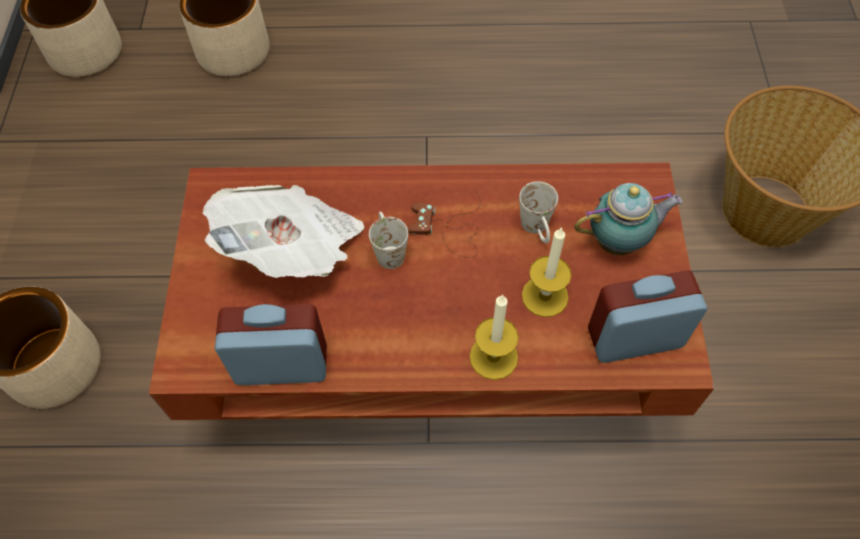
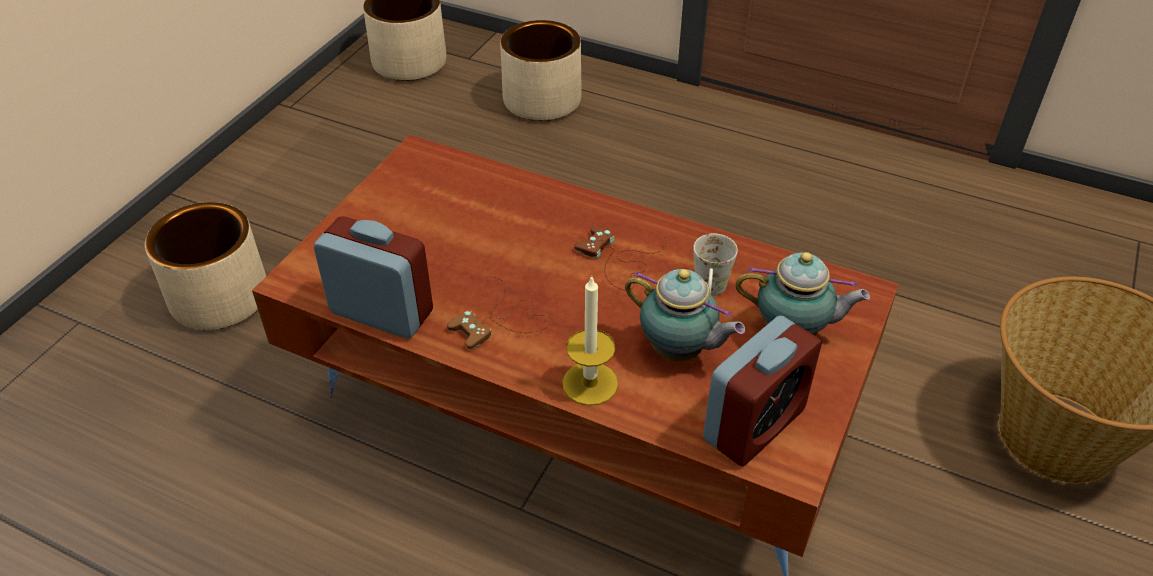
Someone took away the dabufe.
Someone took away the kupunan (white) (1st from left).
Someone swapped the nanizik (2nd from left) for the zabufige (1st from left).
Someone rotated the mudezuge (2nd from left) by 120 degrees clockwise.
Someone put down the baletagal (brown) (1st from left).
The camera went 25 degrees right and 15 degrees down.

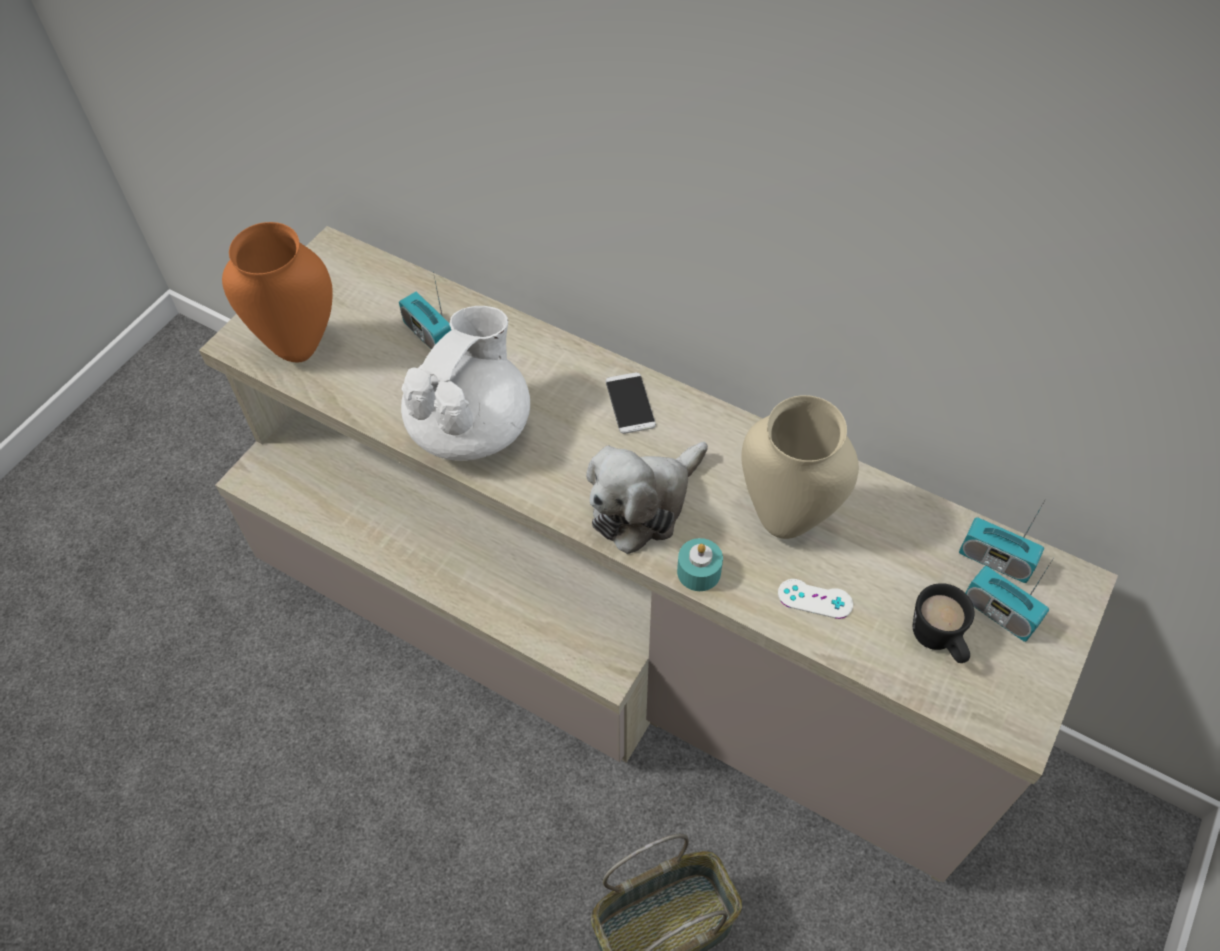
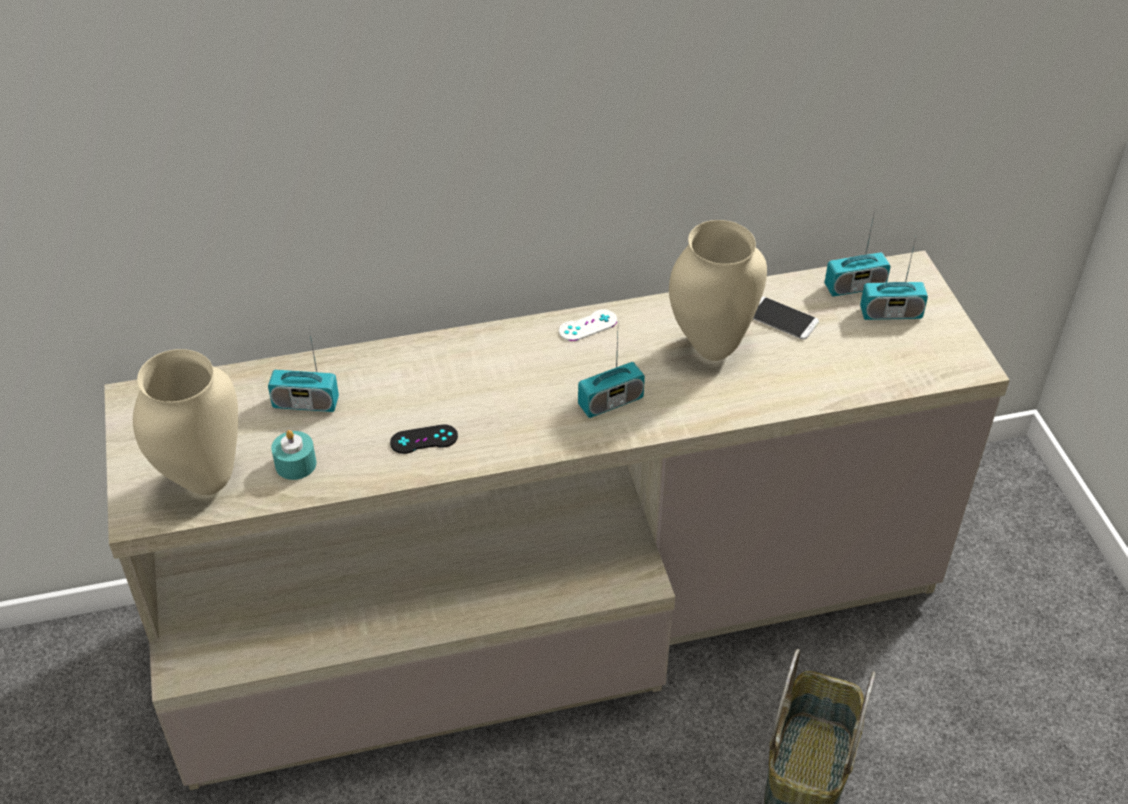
Someone repainted the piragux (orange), which became the piragux (beige) (1st from left).
Someone swapped the zabufige (white) for the baletagal (black).
Someone swapped the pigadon for the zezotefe (2nd from left).
Someone carried the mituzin.
Someone carried the nanizik (turquoise).
Someone carried the baletagal (white).
Someone took away the kupunan (black).
The camera went 45 degrees left and 10 degrees down.

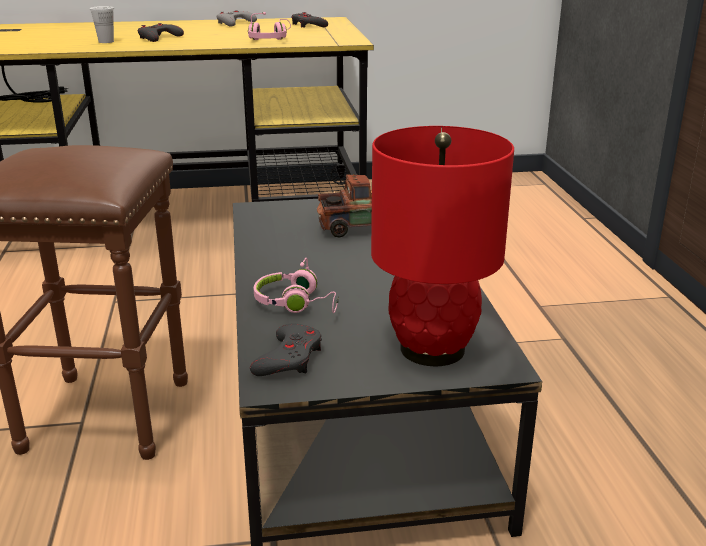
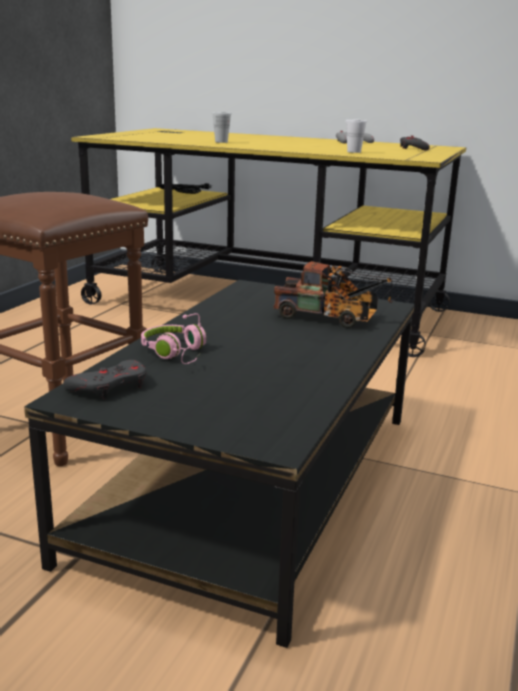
Someone took away the baletagal (grey) (1st from left).
Someone swapped the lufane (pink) (1st from left) for the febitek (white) (2nd from left).
Someone took away the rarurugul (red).
The camera went 30 degrees right and 5 degrees down.

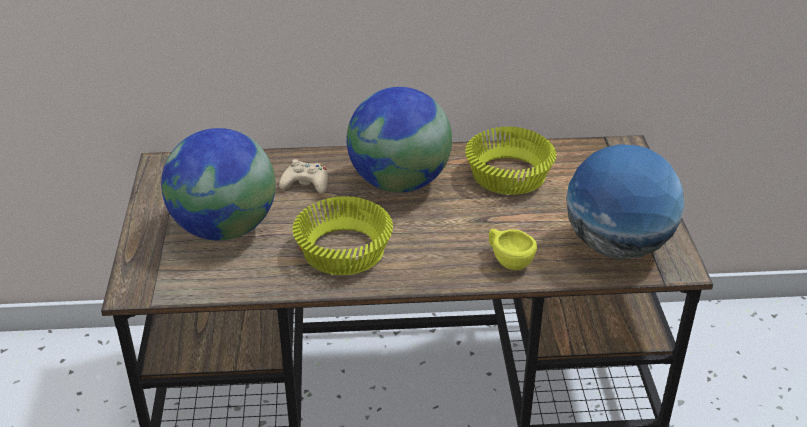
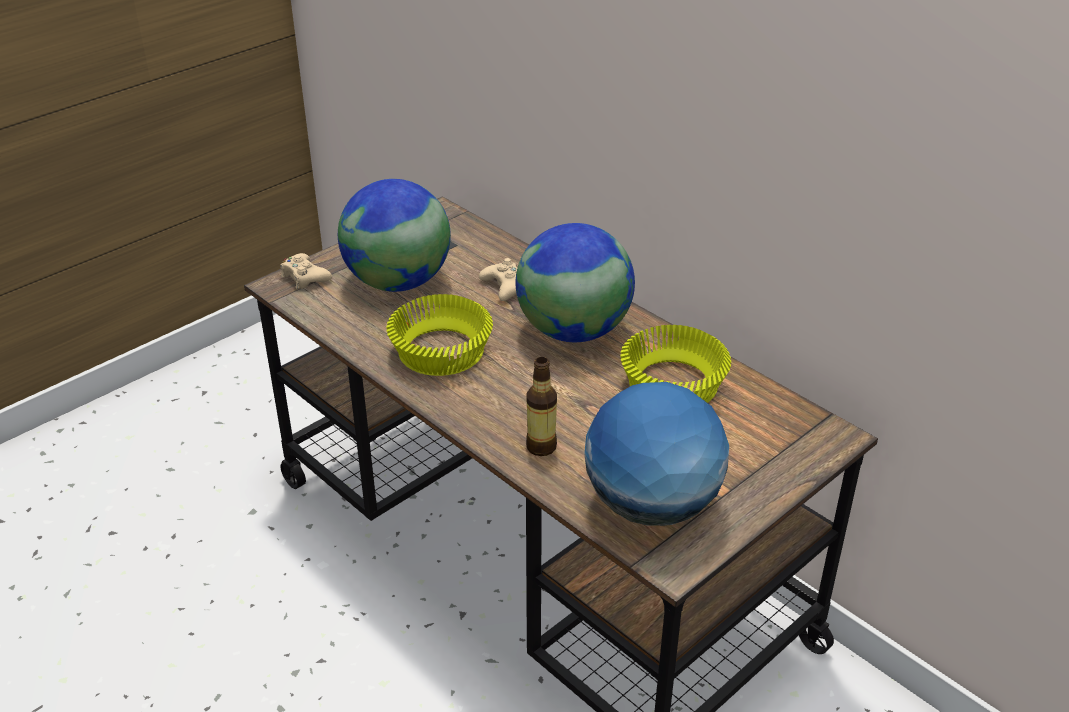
Someone swapped the febitek (yellow) for the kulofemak.
Someone put down the baletagal (beige) (1st from left).
The camera went 50 degrees right and 0 degrees up.

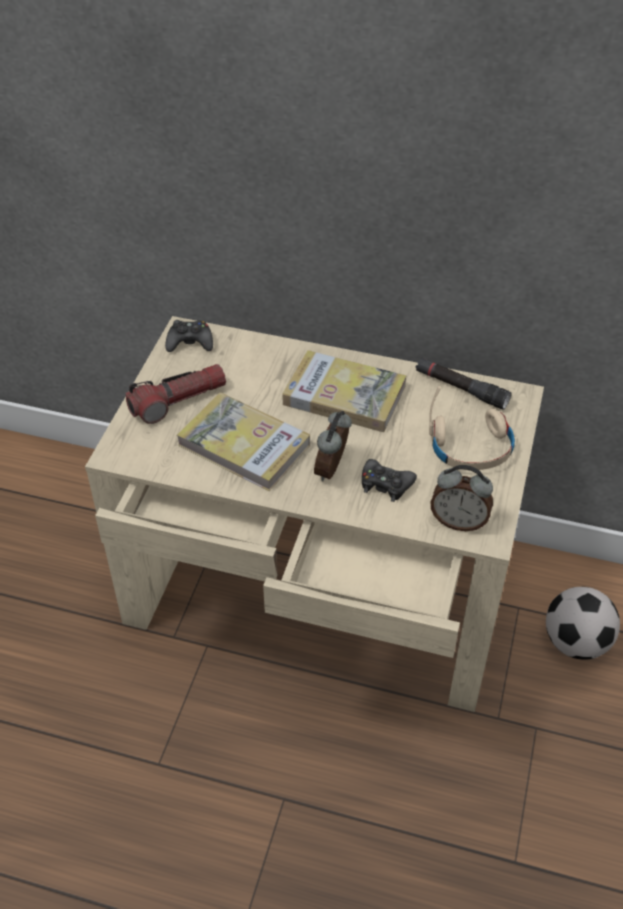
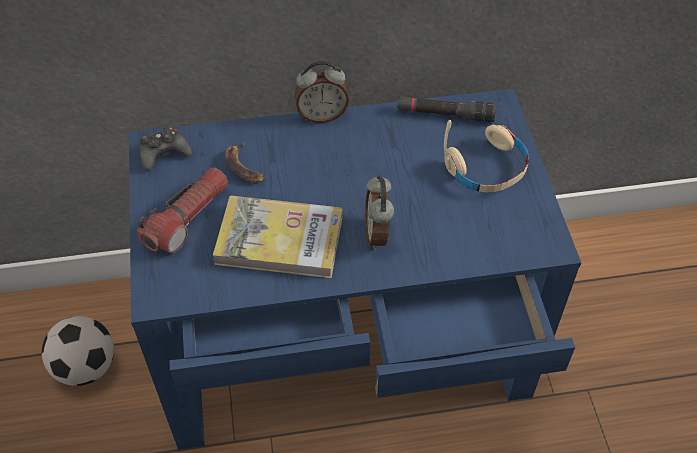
Someone repainted the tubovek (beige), which became the tubovek (blue).
Someone took away the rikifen (2nd from left).
Someone took away the baletagal (black) (2nd from left).
Someone carried the mudezuge (2nd from left in the first image).
Someone carried the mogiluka.
Someone put down the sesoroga.
The camera went 25 degrees left and 5 degrees up.

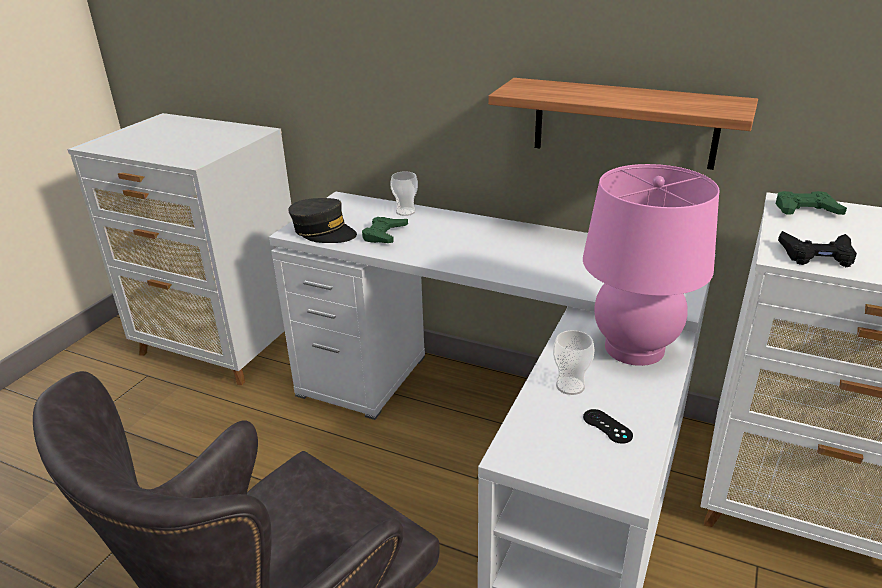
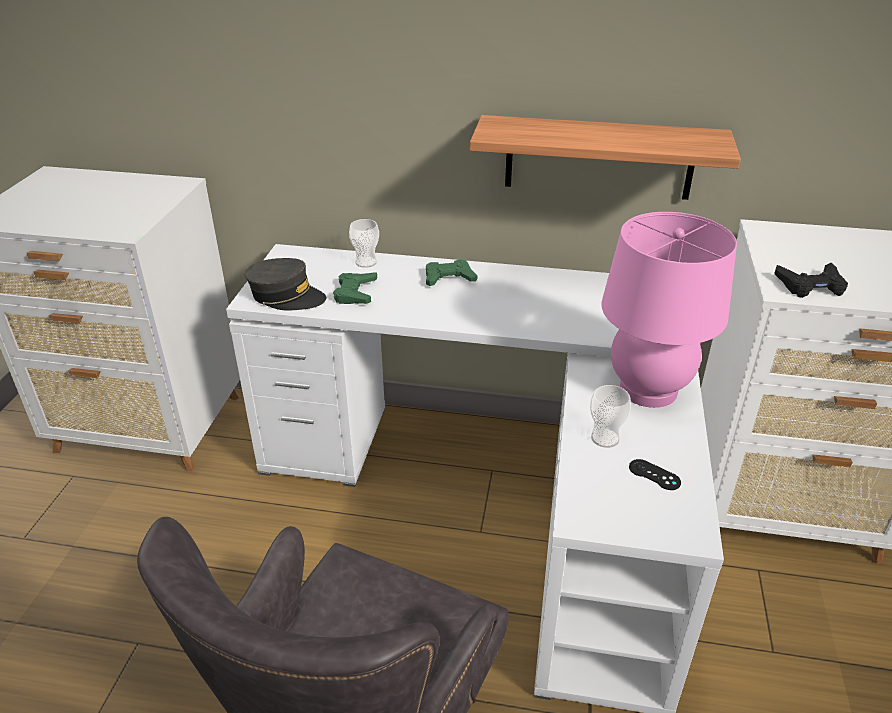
Someone carried the baletagal (green) (2nd from left).
The camera went 15 degrees left and 5 degrees up.

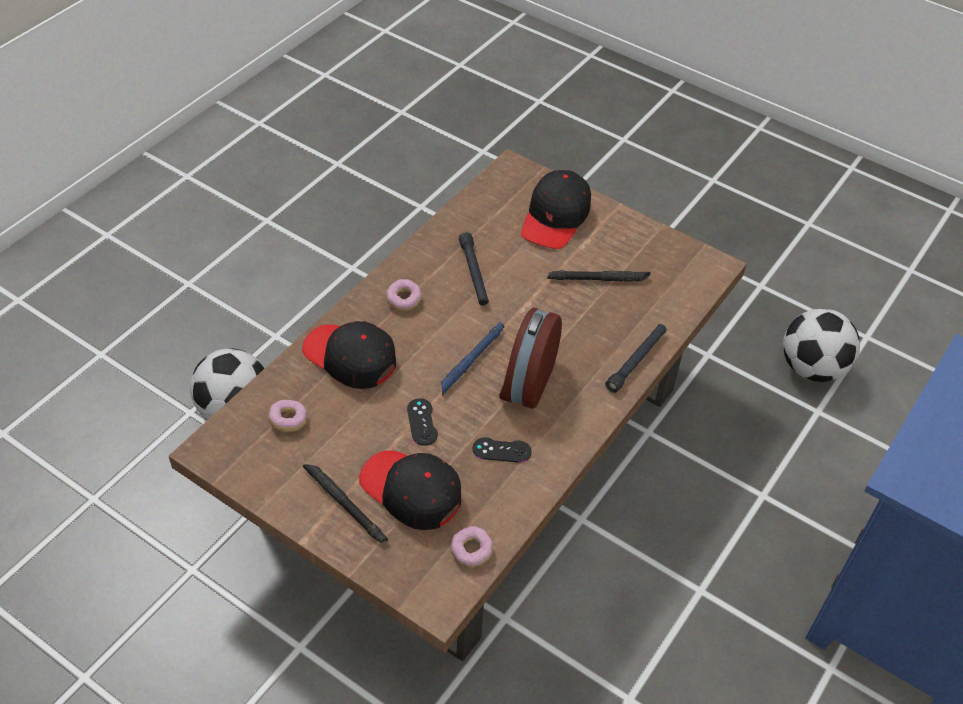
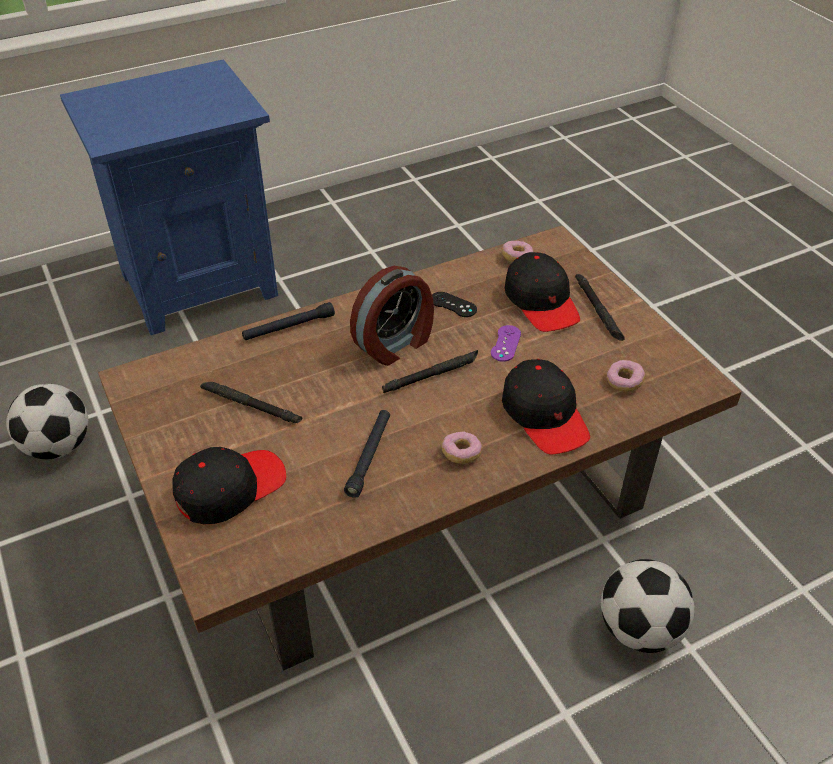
Someone repainted the baletagal (black) (1st from left), which became the baletagal (purple).
Someone repainted the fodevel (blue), which became the fodevel (black) (4th from left).
The camera went 150 degrees left and 5 degrees down.

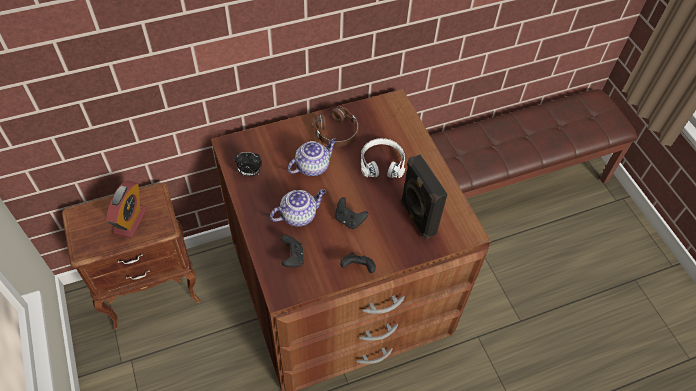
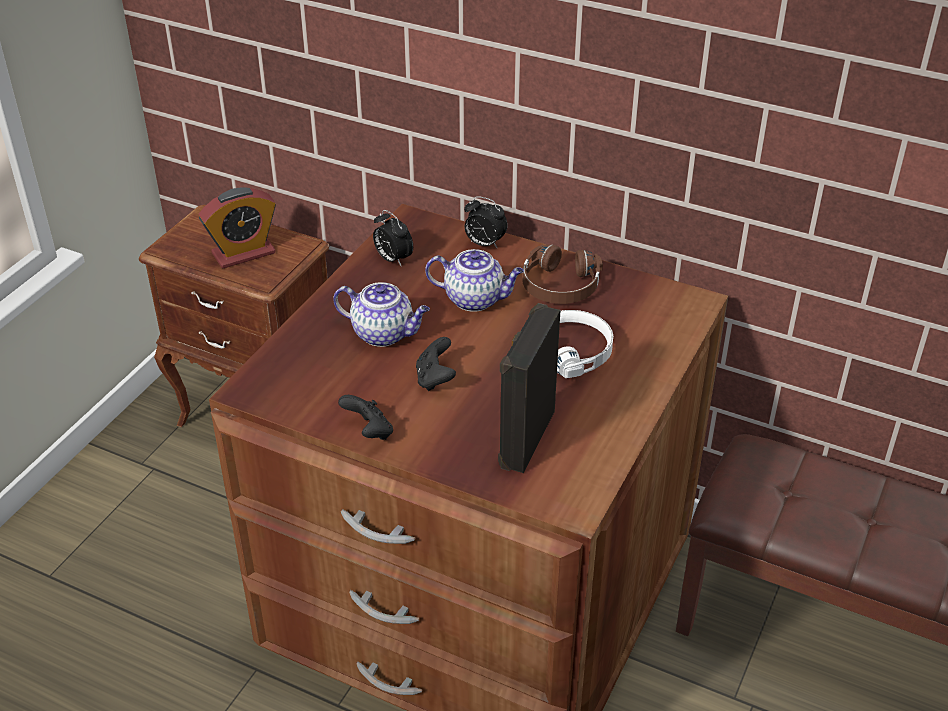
Someone took away the baletagal (black) (1st from left).
Someone put down the mudezuge (3rd from left).
The camera went 50 degrees right and 15 degrees down.

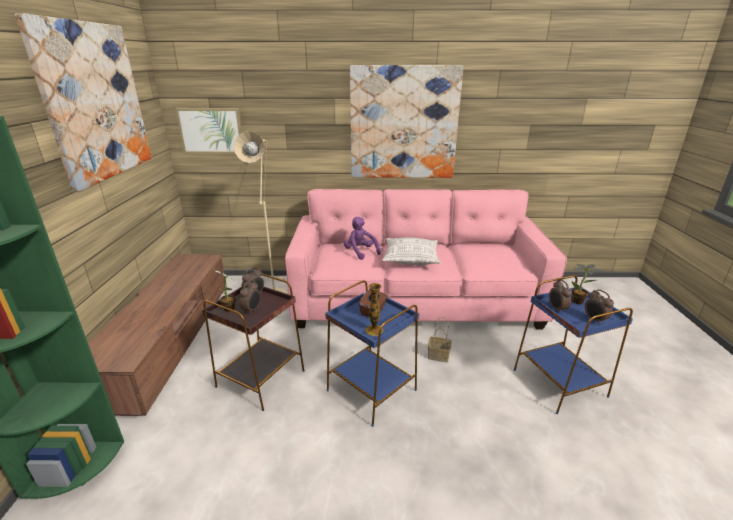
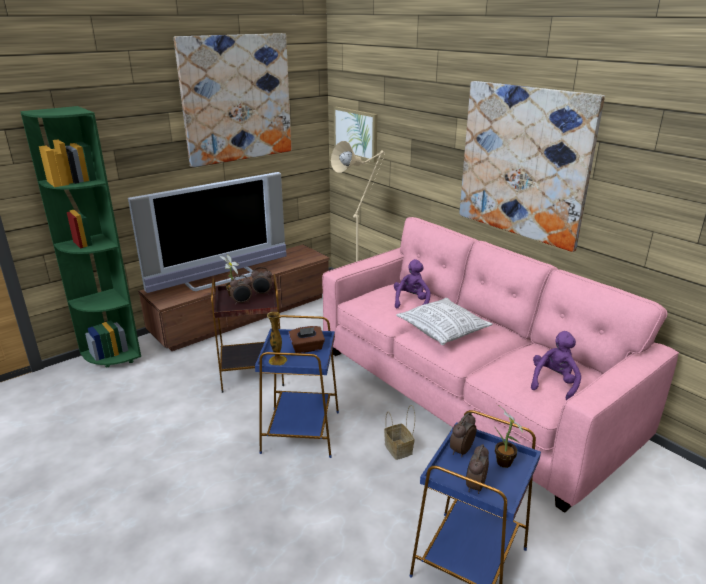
Someone put down the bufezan.
Someone put down the pigadon (purple) (2nd from left).
The camera went 50 degrees right and 0 degrees up.

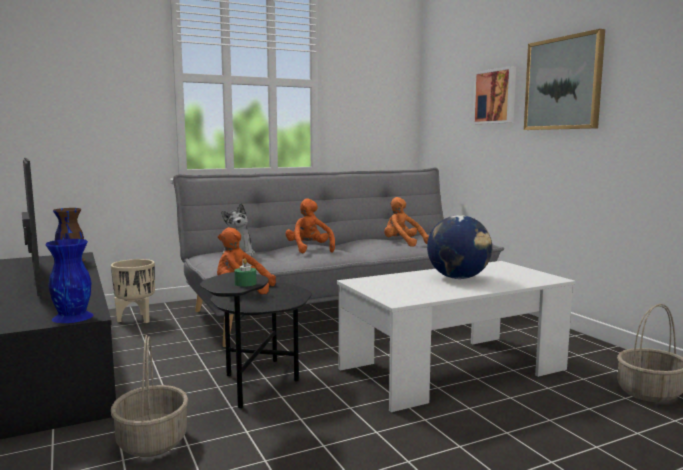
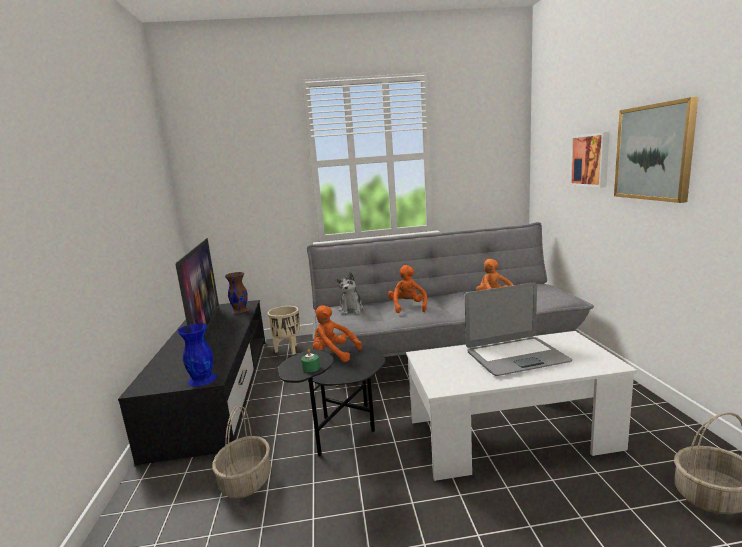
Someone swapped the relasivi for the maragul.
The camera went 20 degrees right and 5 degrees up.

